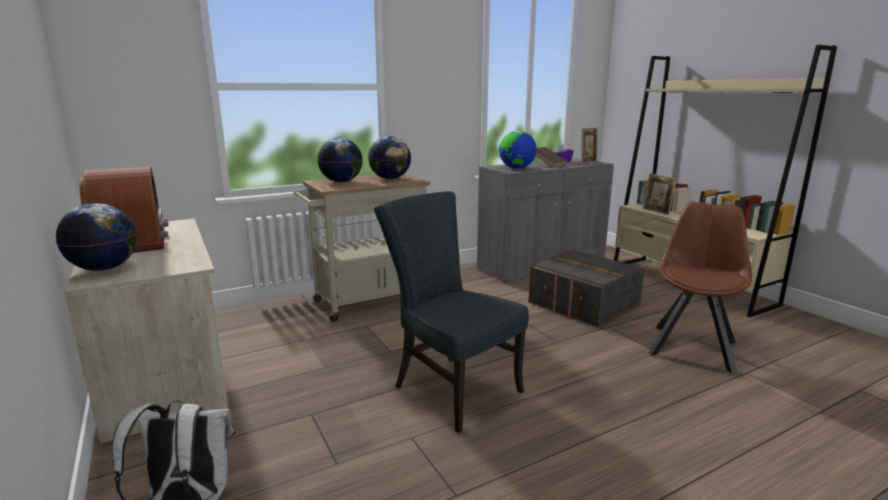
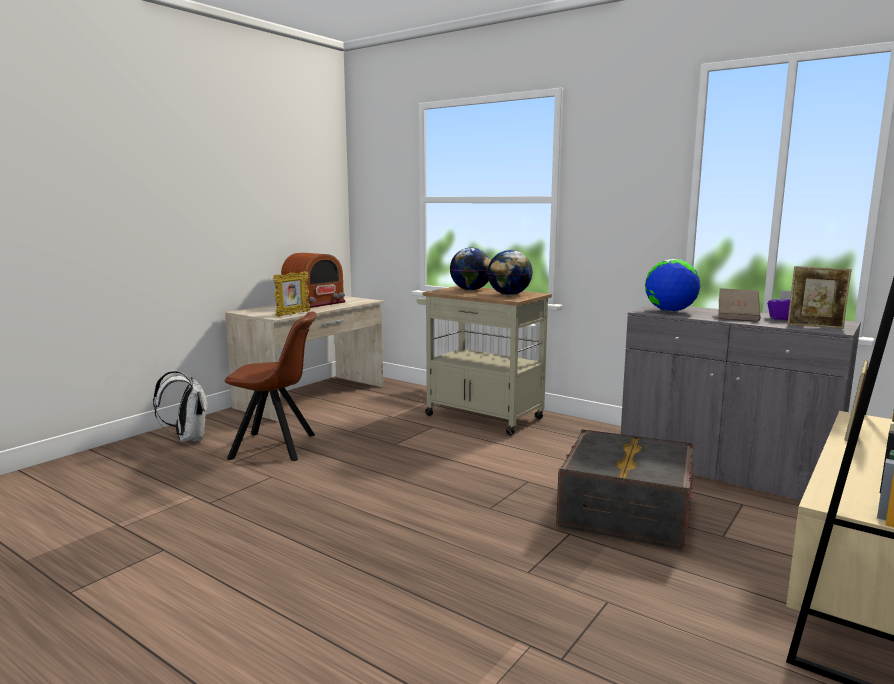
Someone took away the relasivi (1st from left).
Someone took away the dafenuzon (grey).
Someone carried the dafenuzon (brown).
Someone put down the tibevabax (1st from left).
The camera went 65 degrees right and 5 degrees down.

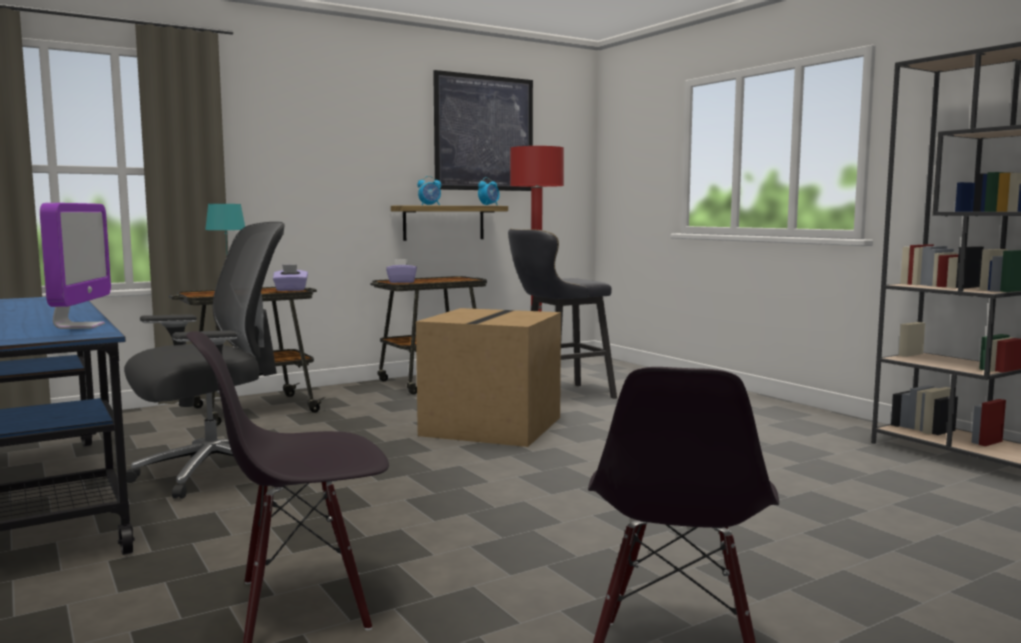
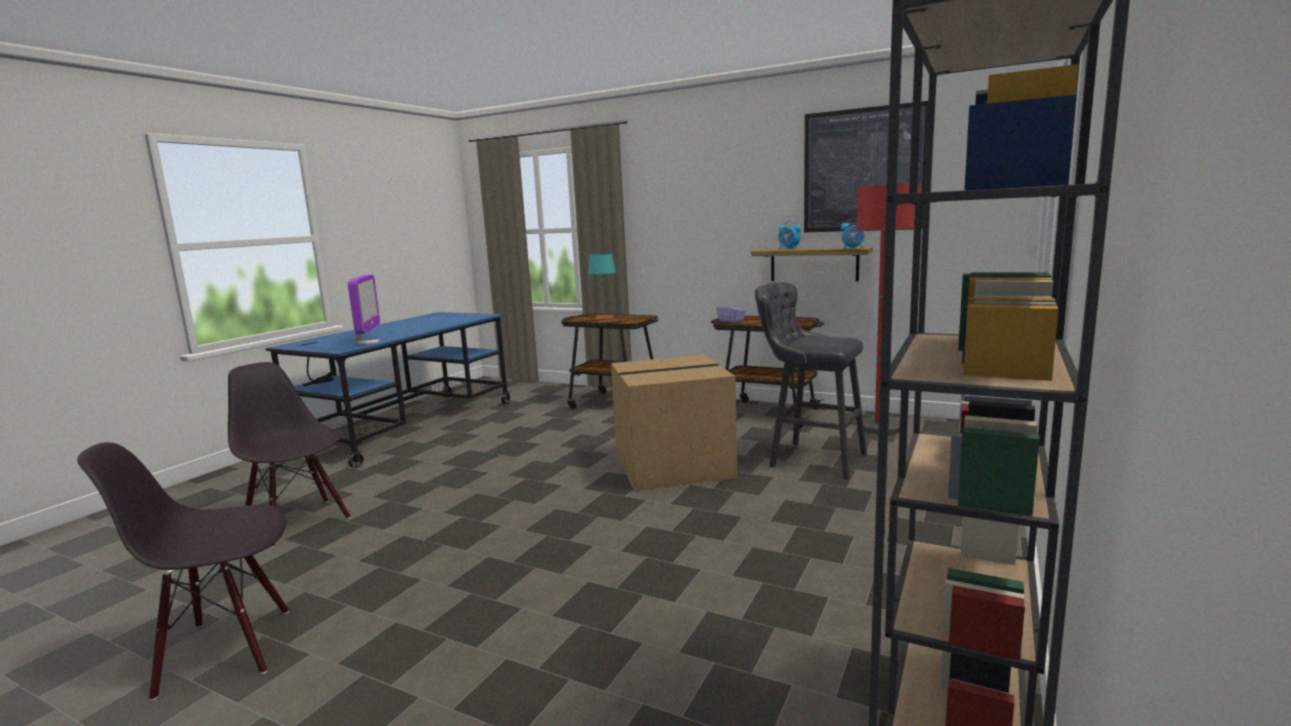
Someone rotated the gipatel by 60 degrees counterclockwise.
Someone took away the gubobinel.
Someone took away the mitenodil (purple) (1st from left).
The camera went 60 degrees right and 5 degrees up.

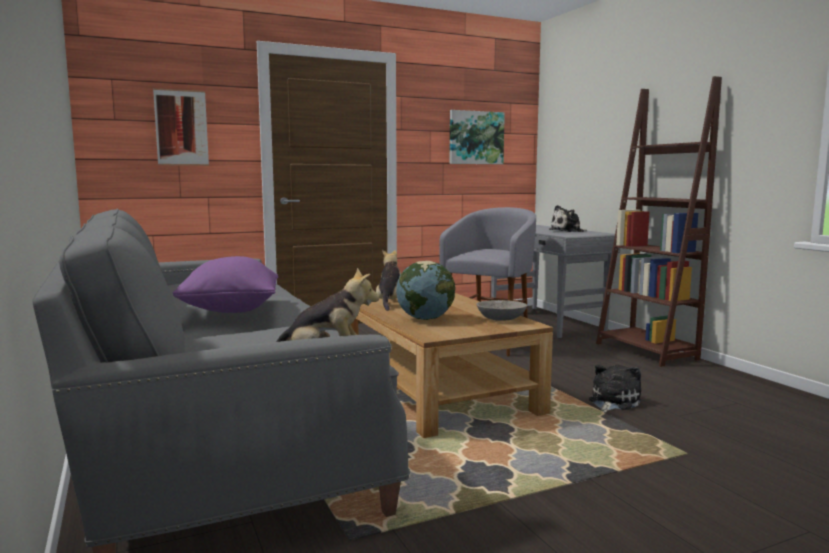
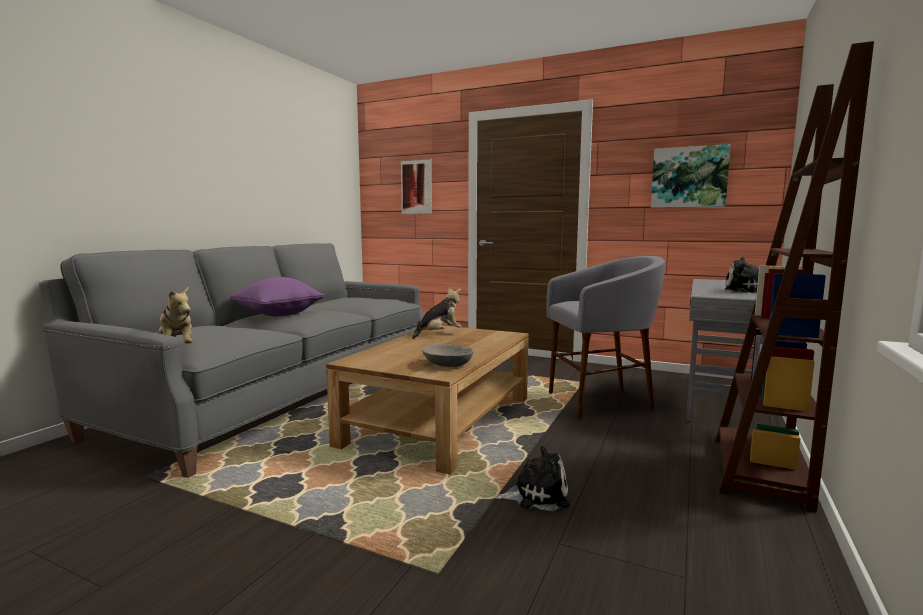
Someone took away the relasivi.
The camera went 50 degrees right and 0 degrees up.

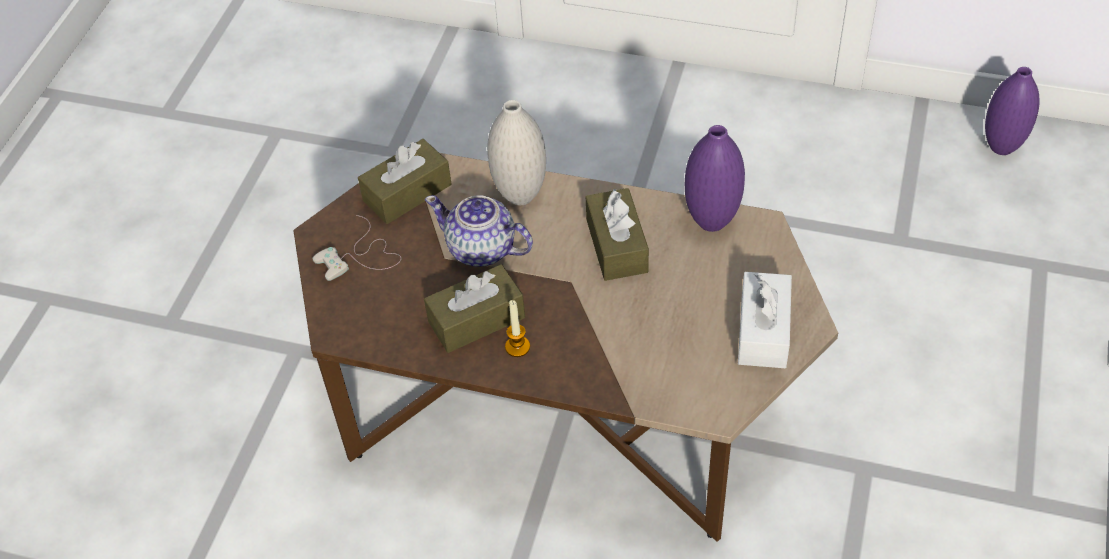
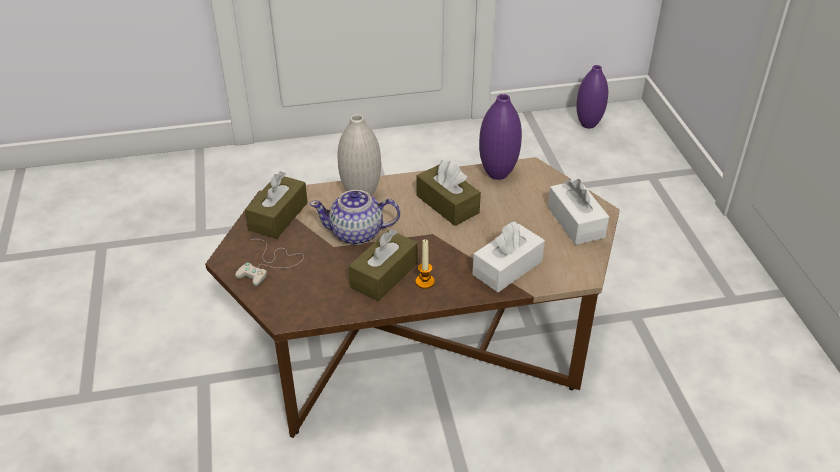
Someone put down the mitenodil (white) (1st from left).
The camera went 30 degrees left and 10 degrees down.

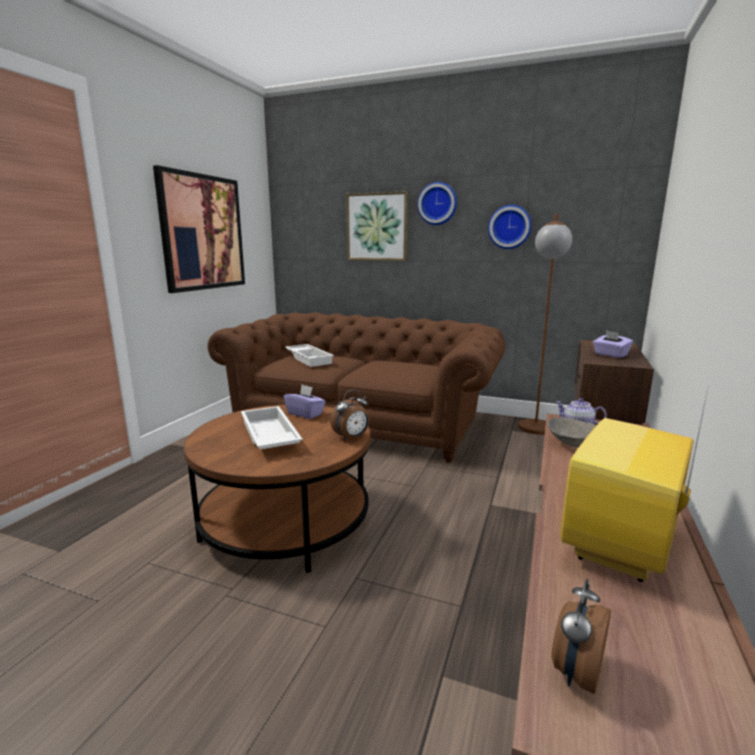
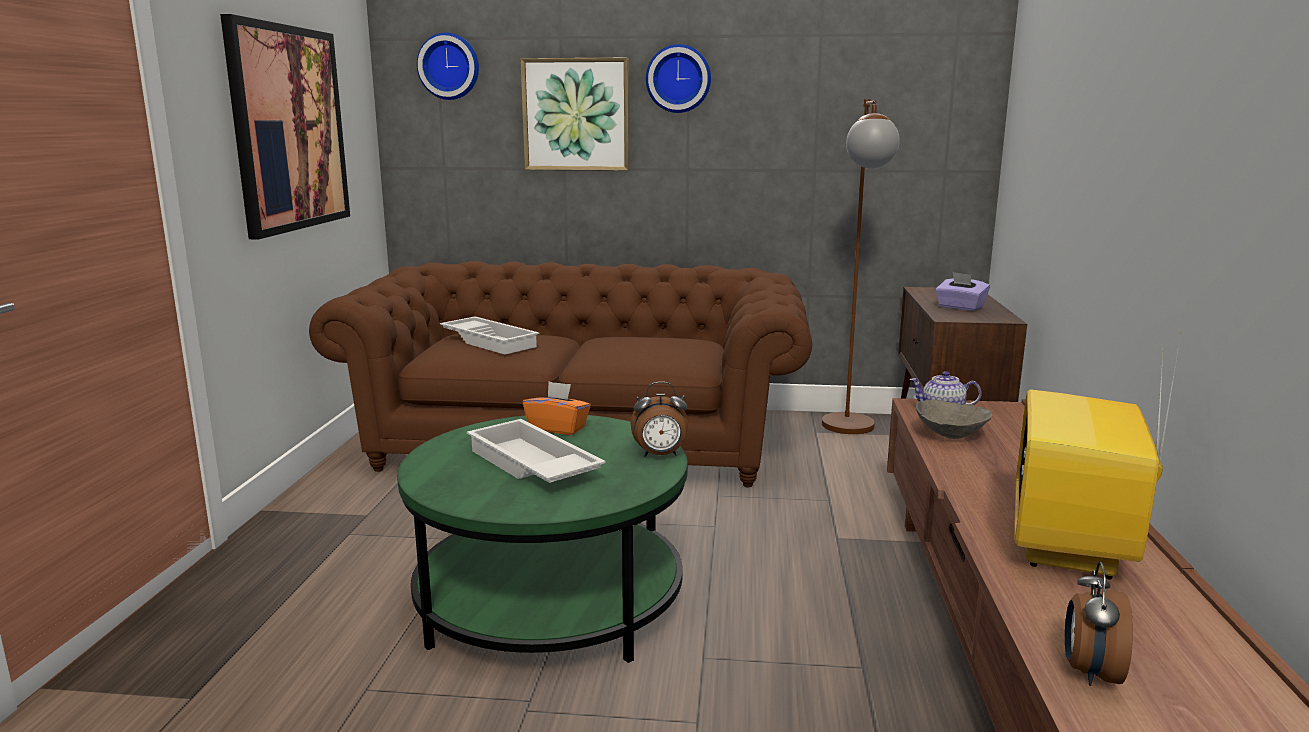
Someone repainted the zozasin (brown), which became the zozasin (green).
Someone repainted the mitenodil (purple) (1st from left), which became the mitenodil (orange).
Someone rotated the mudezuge (1st from left) by 45 degrees clockwise.
Someone carried the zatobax (2nd from left in the first image).
The camera went 15 degrees left and 0 degrees up.

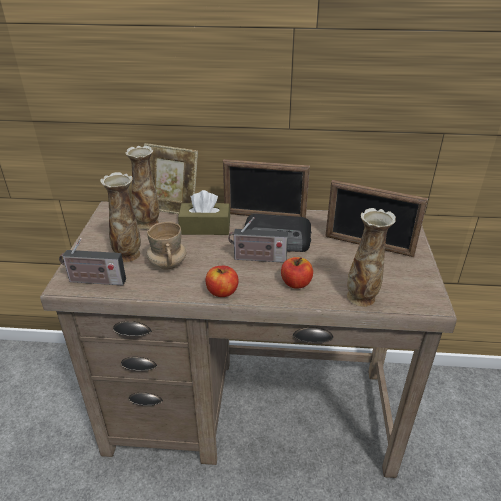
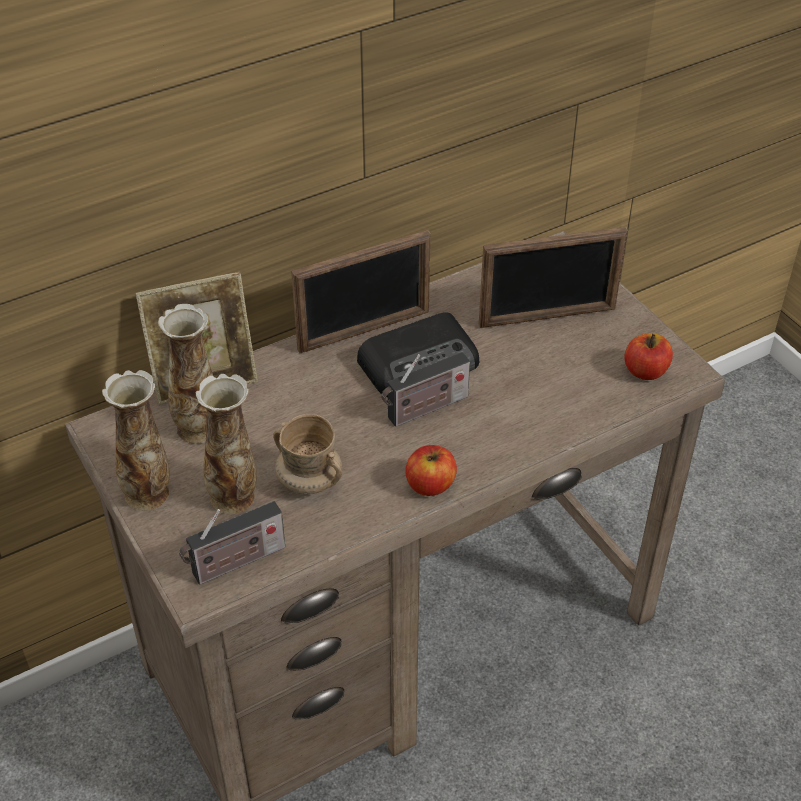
Someone took away the mitenodil (brown).
Someone carried the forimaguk (2nd from left).
Someone carried the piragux (3rd from left in the first image).
The camera went 35 degrees left and 10 degrees up.

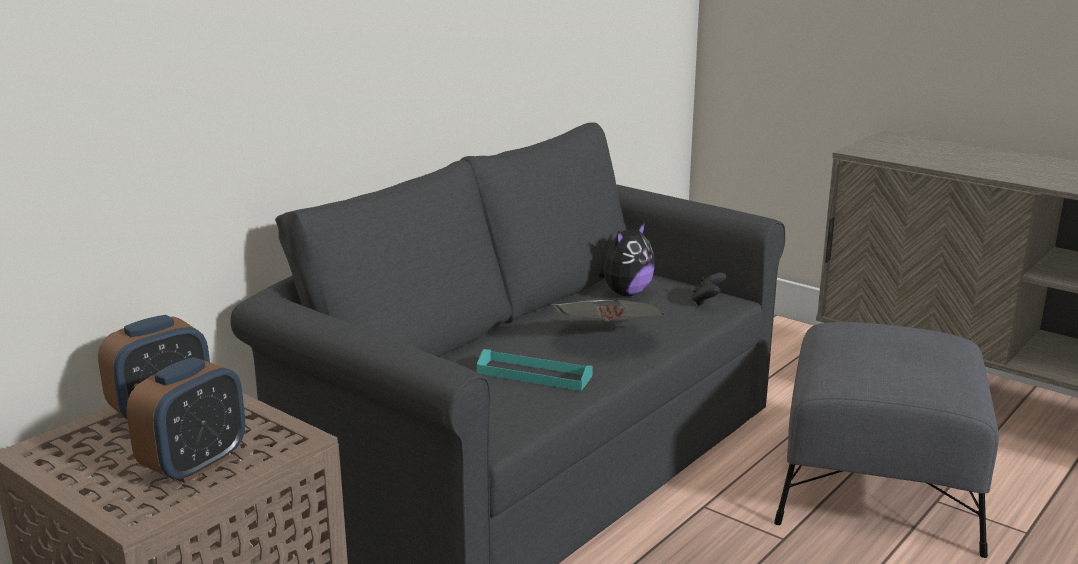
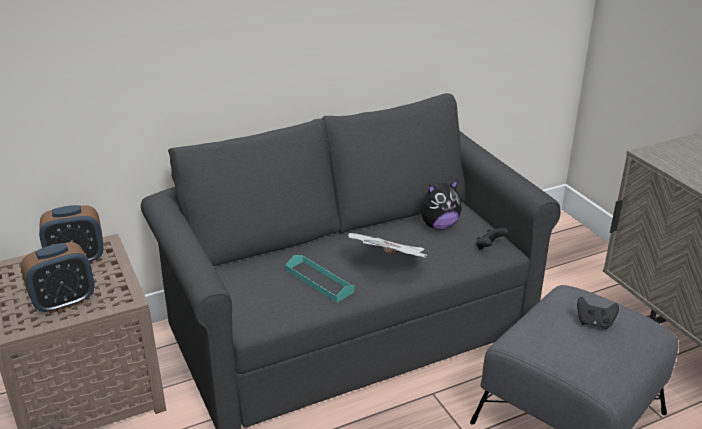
Someone put down the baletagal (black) (2nd from left).
The camera went 25 degrees right and 10 degrees up.

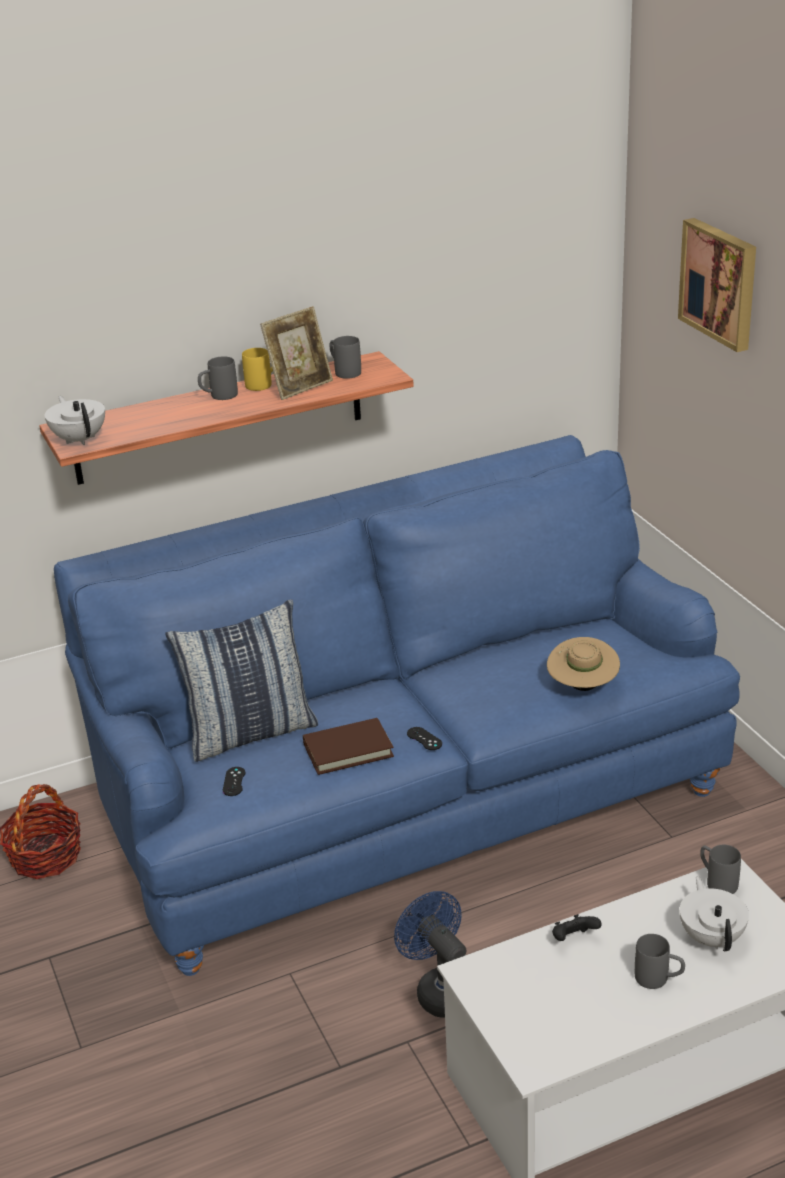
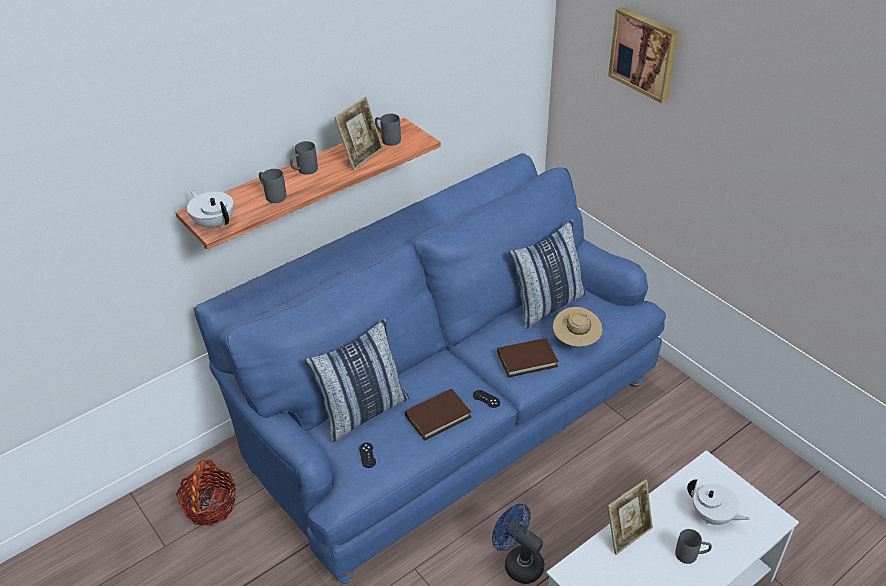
Someone took away the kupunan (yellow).
Someone swapped the baletagal (black) (3rd from left) for the tibevabax (2nd from left).
Someone rotated the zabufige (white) (2nd from left) by 150 degrees clockwise.
Someone carried the kupunan (grey) (4th from left in the first image).
Someone put down the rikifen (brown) (2nd from left).
Someone put down the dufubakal (2nd from left).
The camera went 15 degrees left and 10 degrees up.

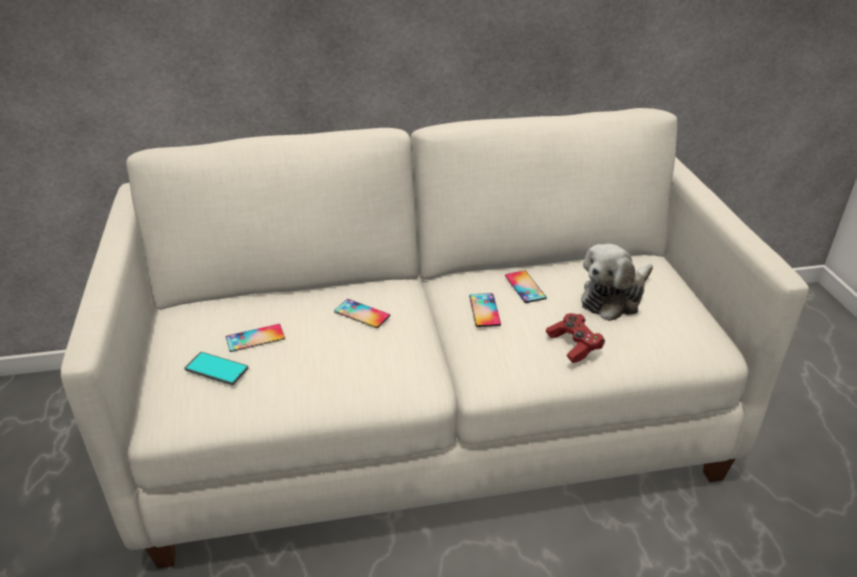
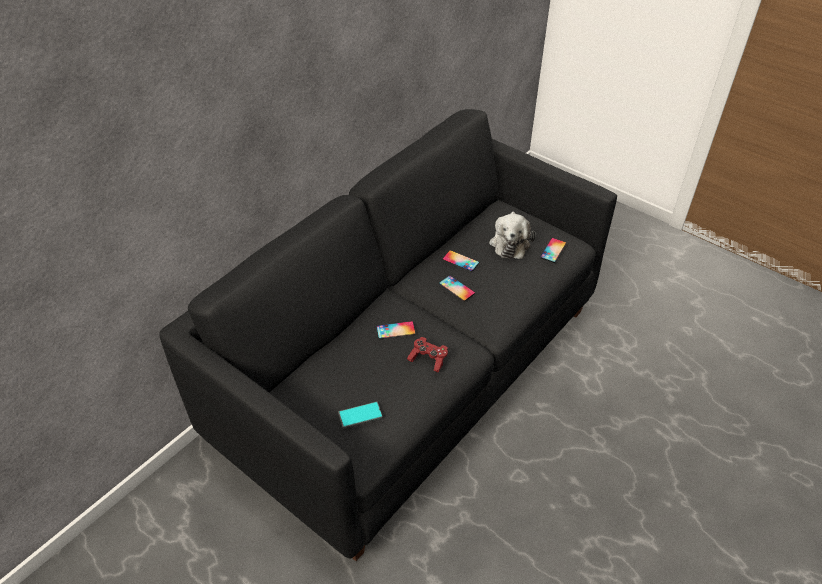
Someone repainted the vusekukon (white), which became the vusekukon (black).
Someone carried the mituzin (2nd from left in the first image).
Someone carried the baletagal (red).
The camera went 40 degrees left and 10 degrees up.

